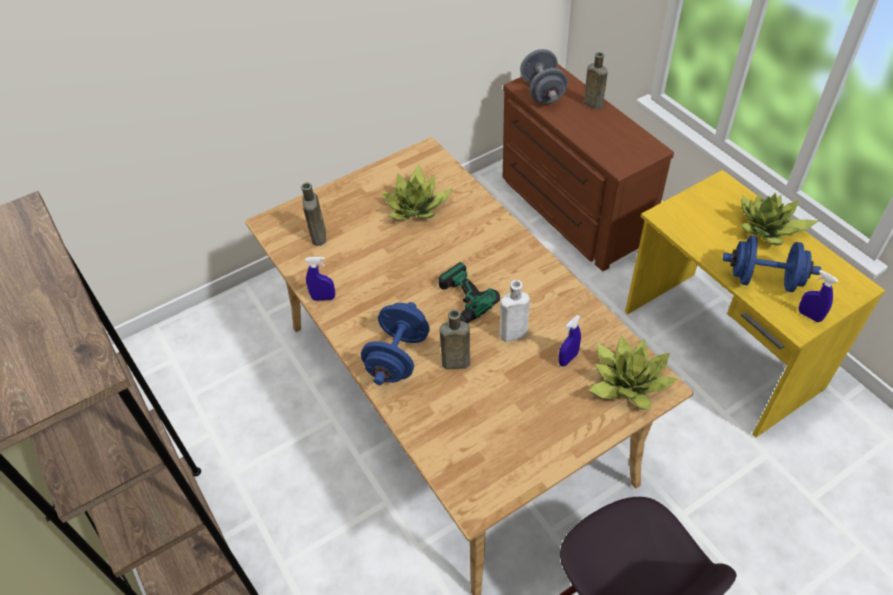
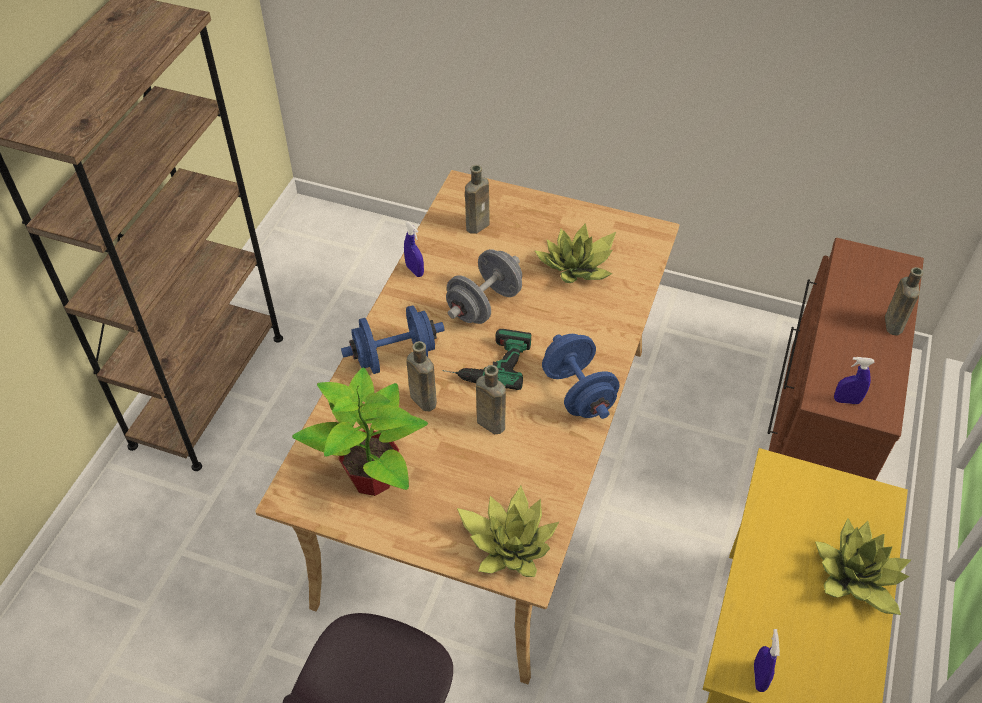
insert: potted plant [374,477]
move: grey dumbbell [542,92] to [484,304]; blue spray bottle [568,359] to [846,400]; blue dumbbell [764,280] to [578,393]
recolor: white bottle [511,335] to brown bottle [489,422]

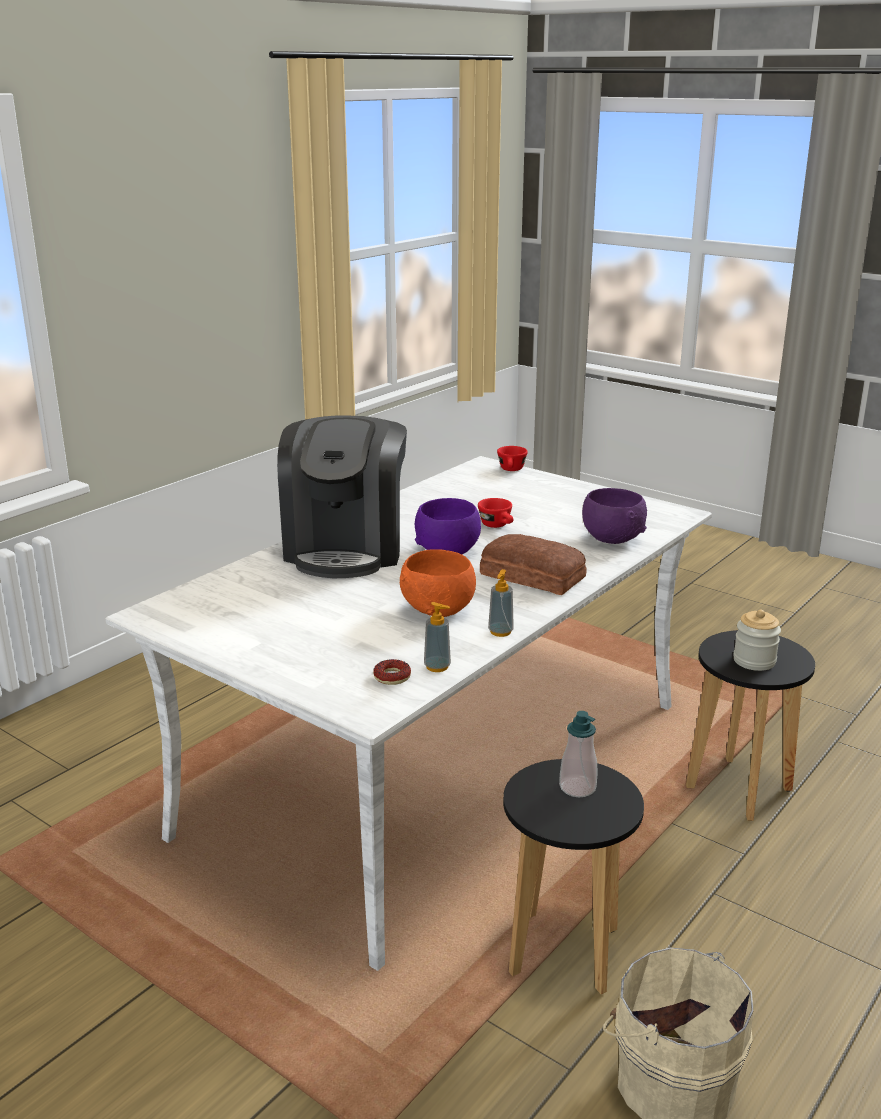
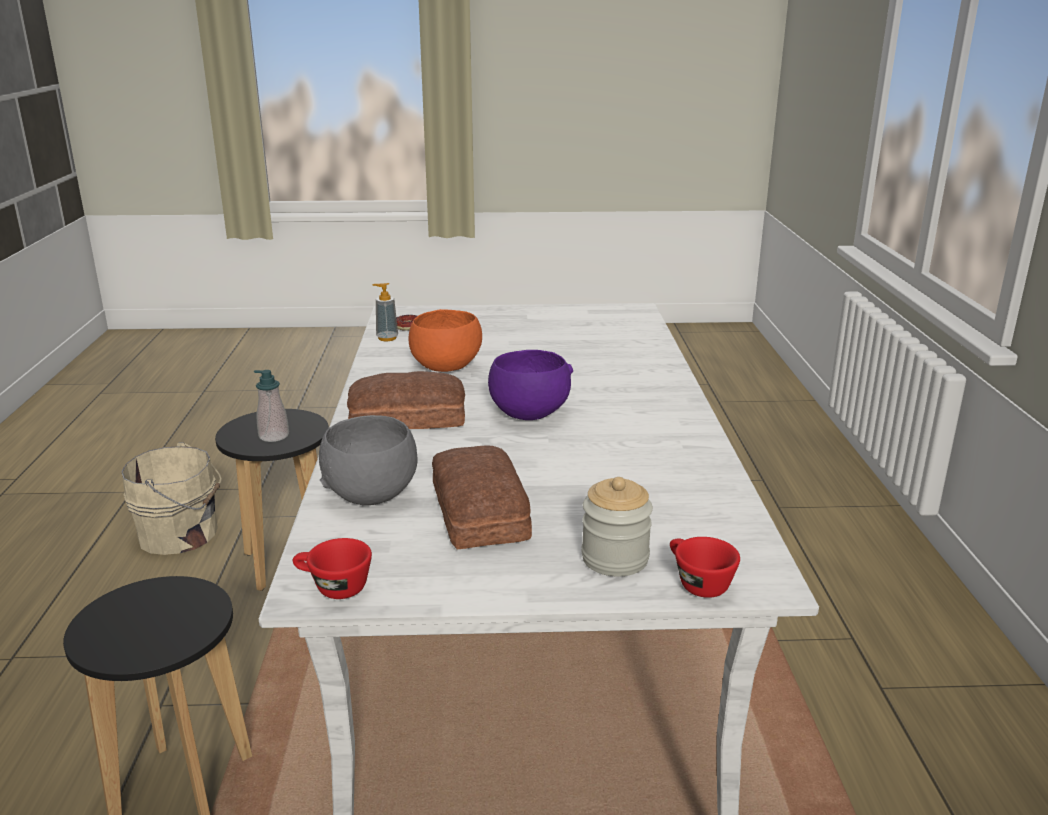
delete: coffee machine [346,549]; soap dispenser [500,632]
insert: bread [477,512]
move: red cup [498,526] to [333,588]; jar [754,661] to [615,558]
recolor: purple bowl [612,539] to grey bowl [372,495]

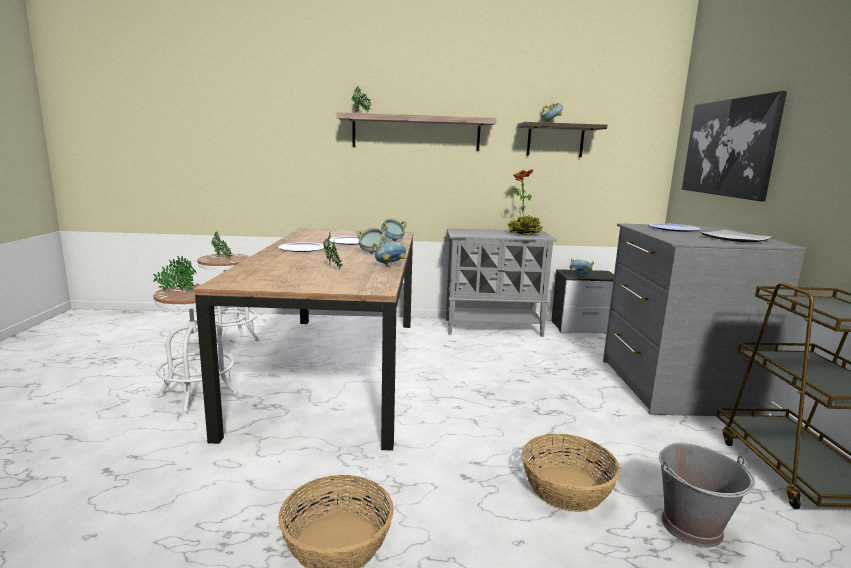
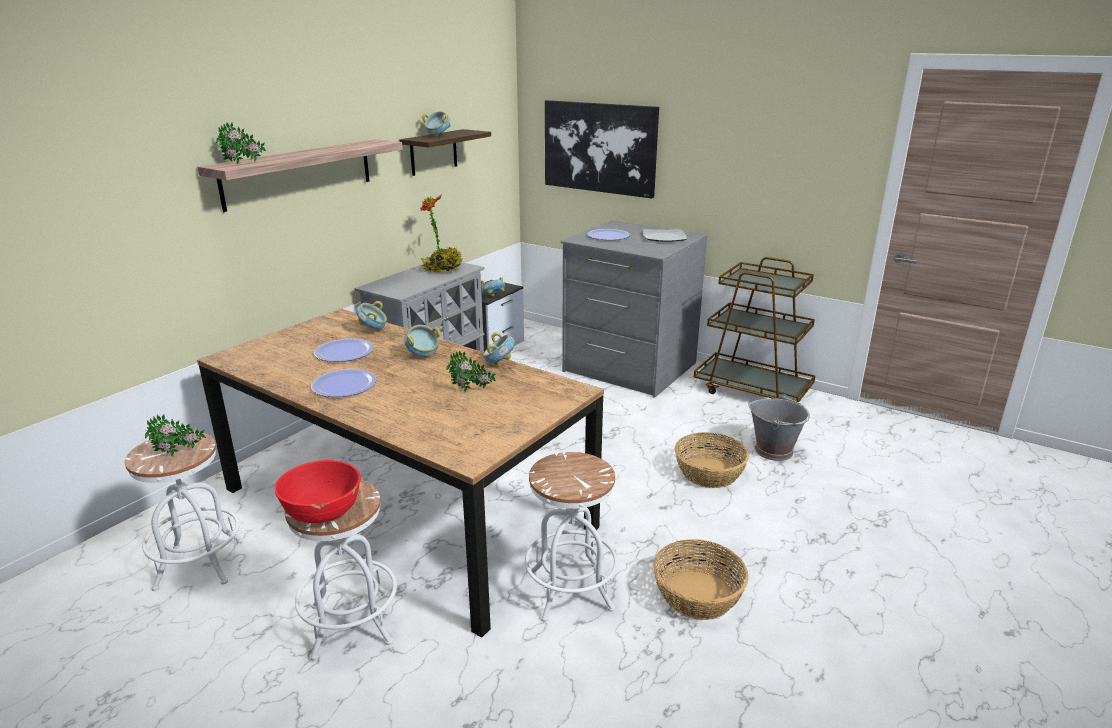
insert: white stool [570,591]
replace: potted plant [176,292] to red bowl [323,512]

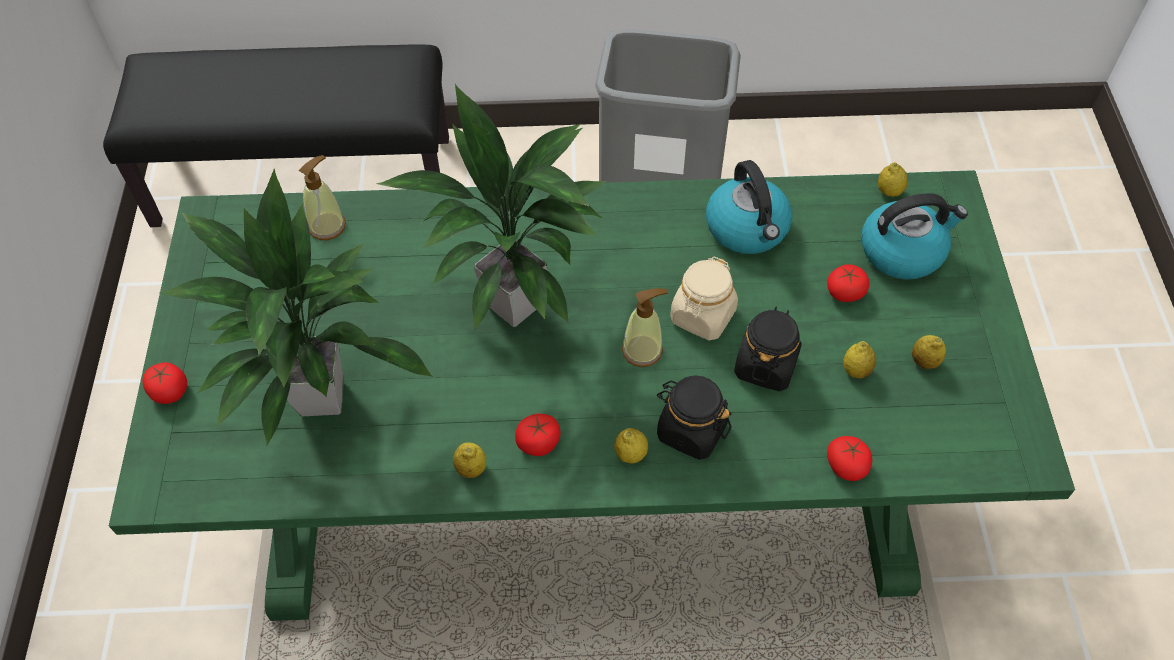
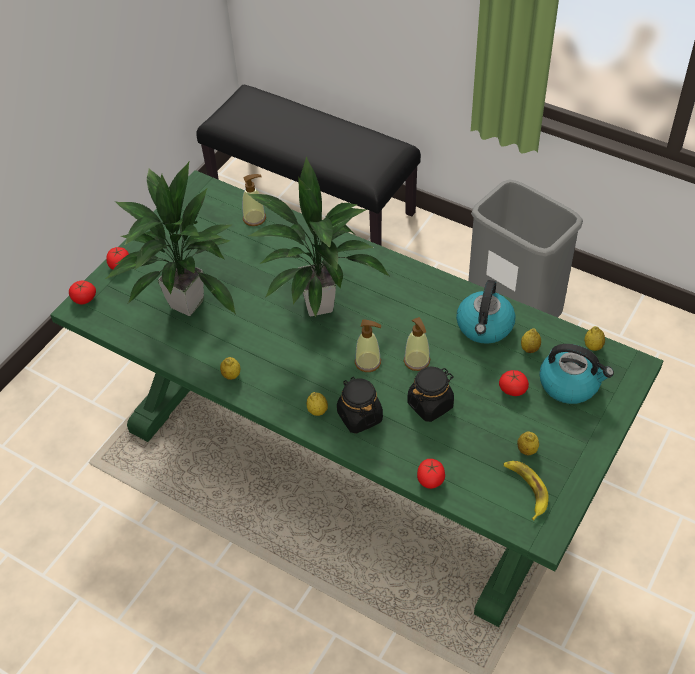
insert: banana [526,489]
move: tomato [538,442] to [84,298]; lemon [856,370] to [530,349]
replace: beige jar [702,316] to soap dispenser [417,361]

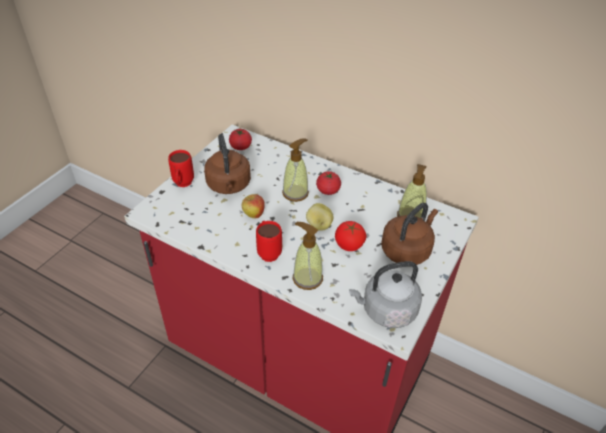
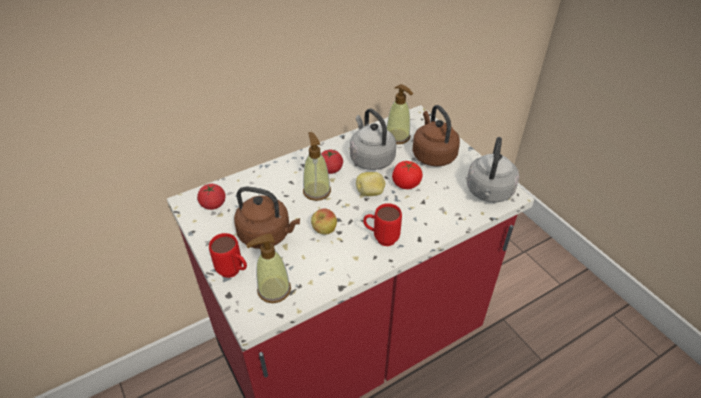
insert: grey kettle [370,158]
move: soap dispenser [307,278] to [273,290]

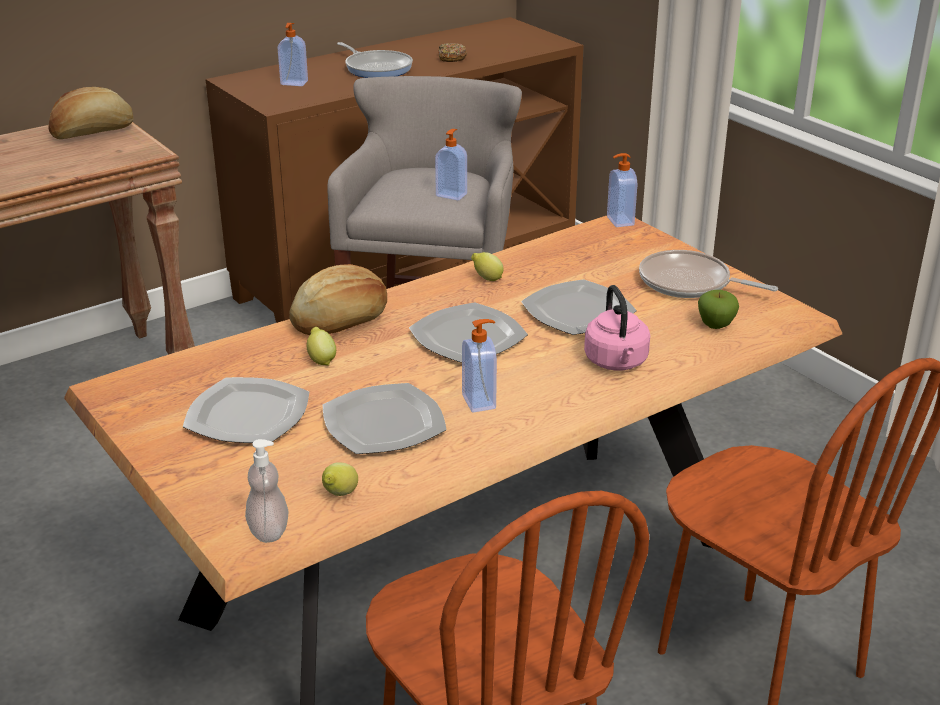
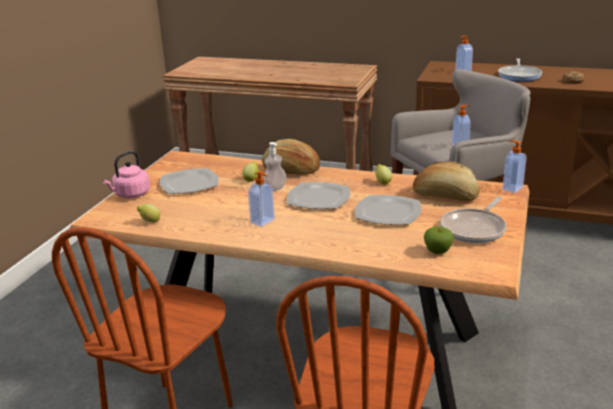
delete: plate [384,422]
move: bread [93,132] to [445,196]; soap dispenser [268,531] to [275,188]; pink kettle [617,362] to [130,194]
rotate: frying pan [689,283] = [474,229] 135 degrees counterclockwise

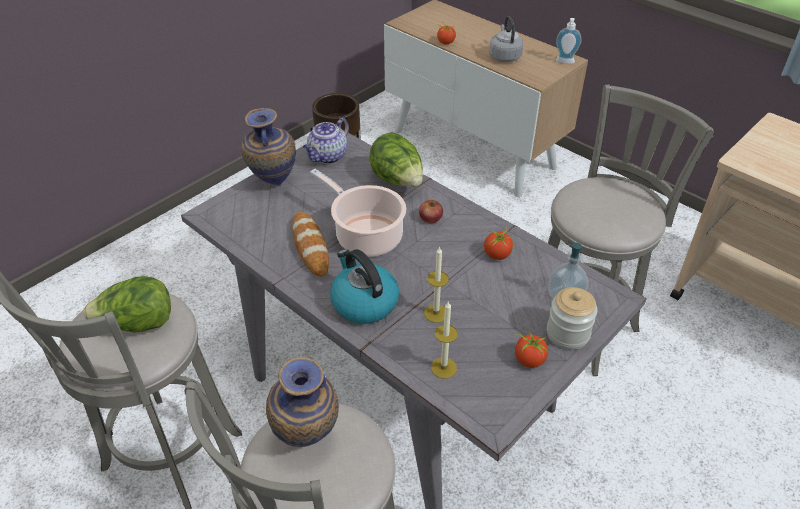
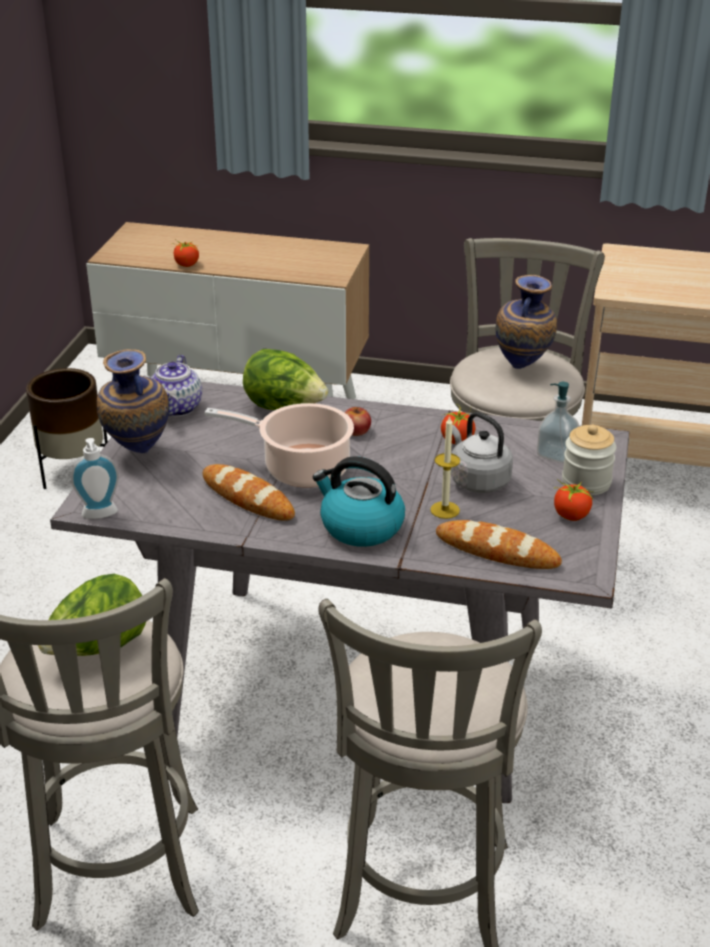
move: vase [307,440] to [523,369]; grey kettle [504,56] to [477,480]; soap dispenser [564,62] to [100,516]
replace: candle [443,368] to bread [497,551]

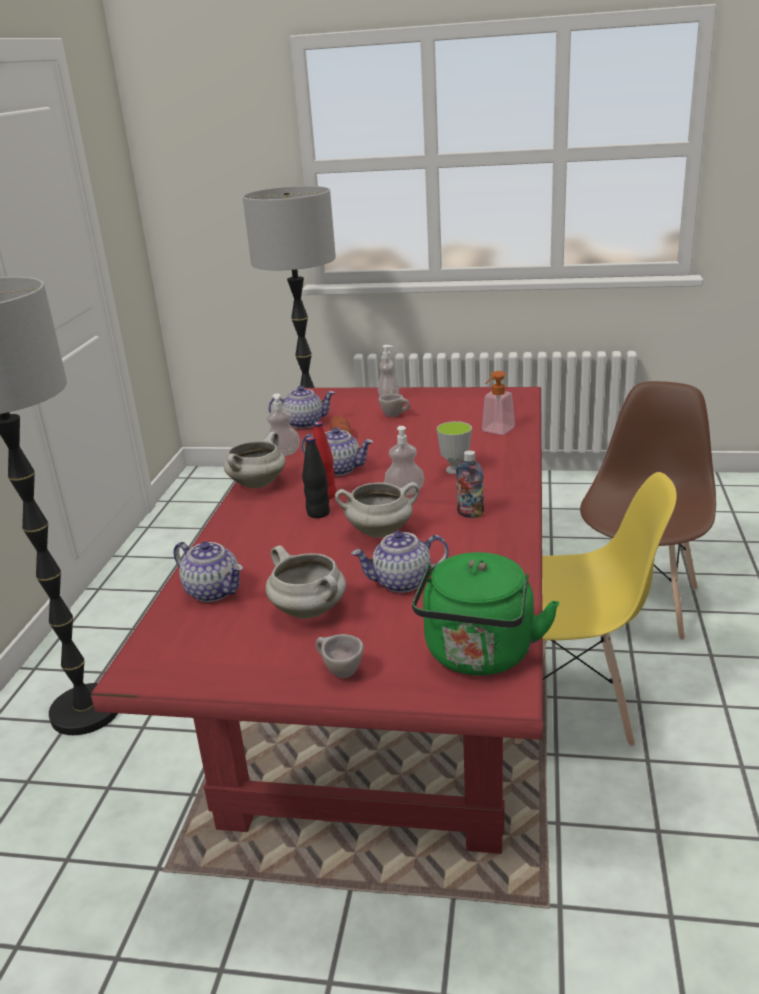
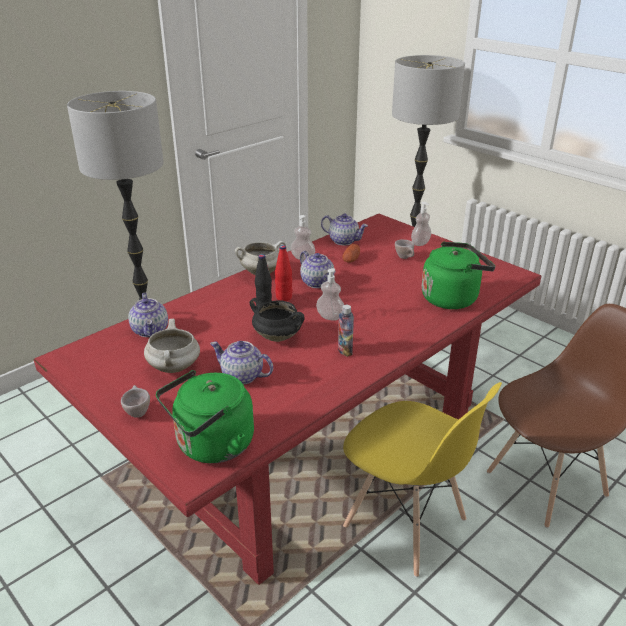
delete: cup [455,470]
replace: soap dispenser [495,431] to green kettle [452,298]
recolor: white cooking pot [380,531] to black cooking pot [278,337]

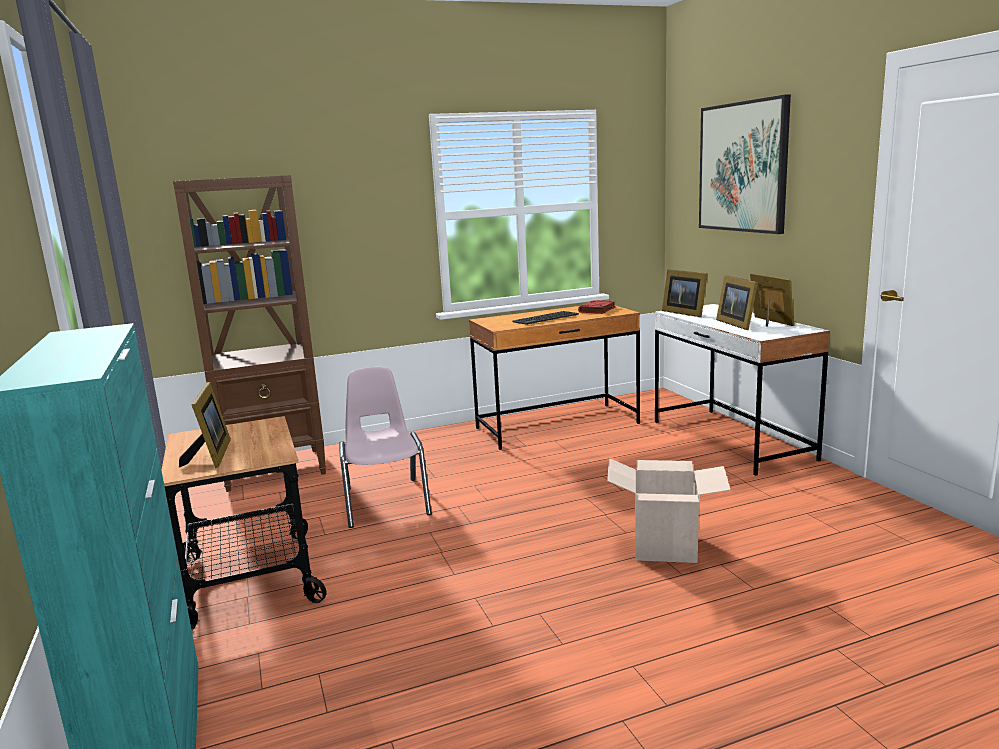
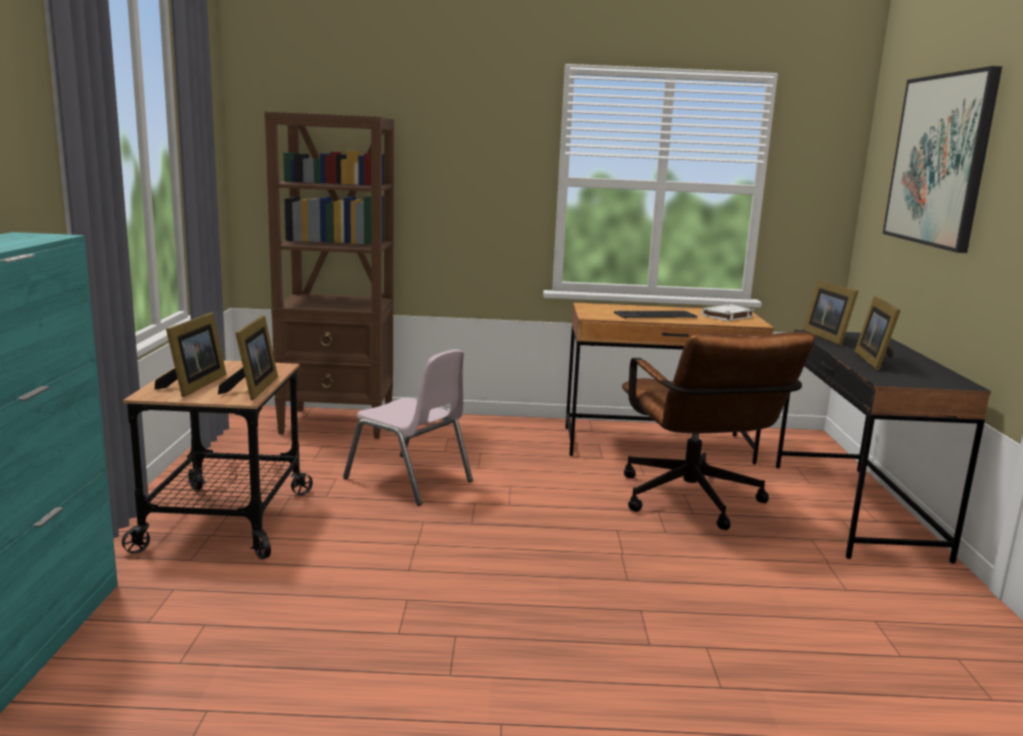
delete: cardboard box [665,547]
insert: brown office chair [694,504]
move: picture frame [769,322] to [253,388]
recolor: red book [597,310] to white book [727,316]; white desk [730,440] to black desk [854,509]
rotate: pink chair [386,502] = [409,480] 120 degrees clockwise

